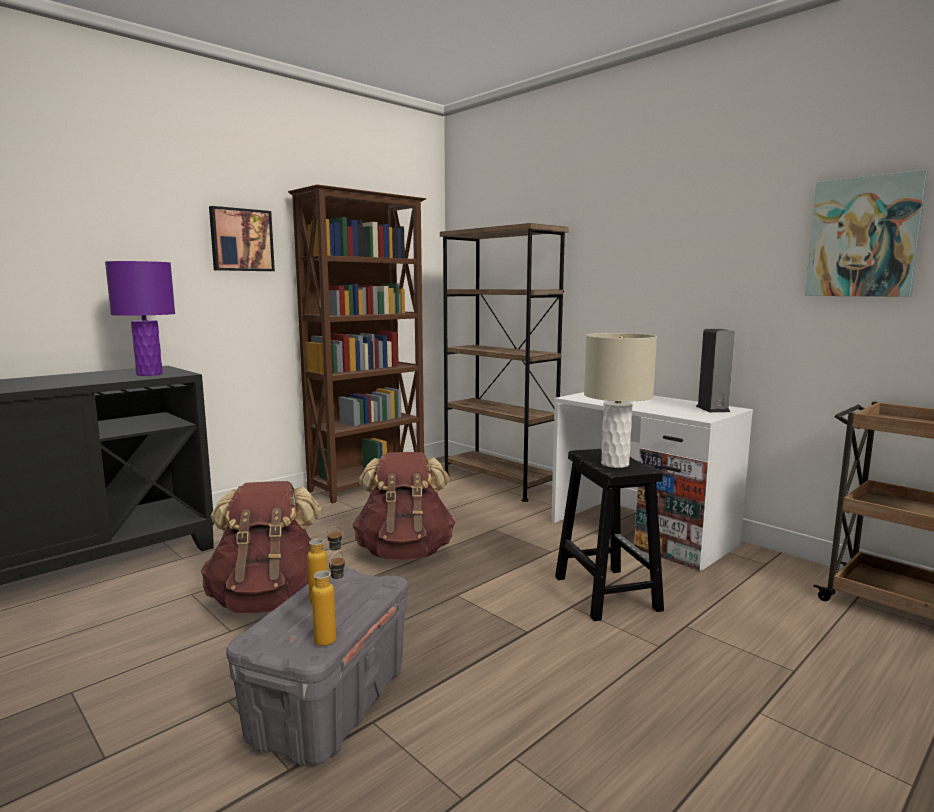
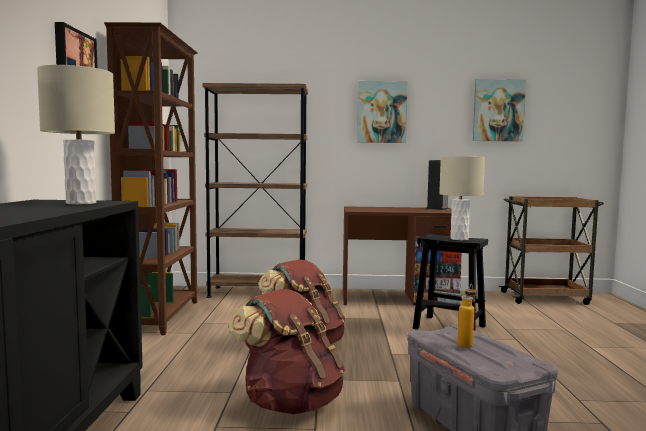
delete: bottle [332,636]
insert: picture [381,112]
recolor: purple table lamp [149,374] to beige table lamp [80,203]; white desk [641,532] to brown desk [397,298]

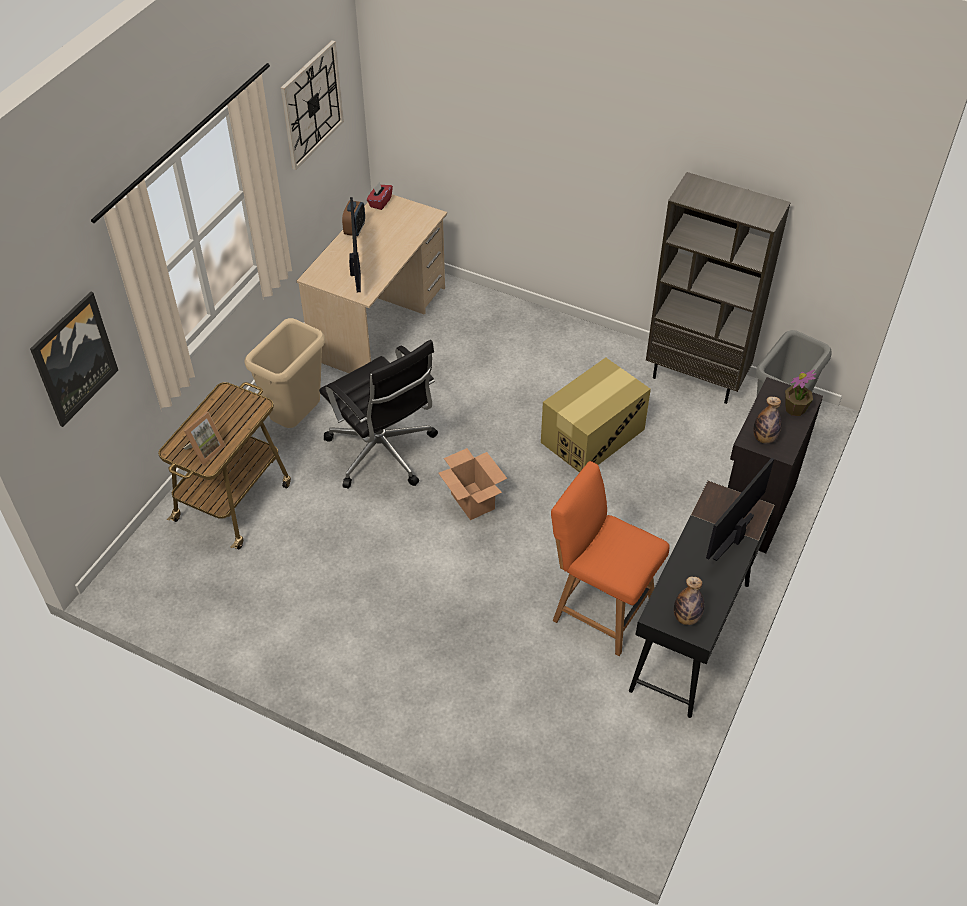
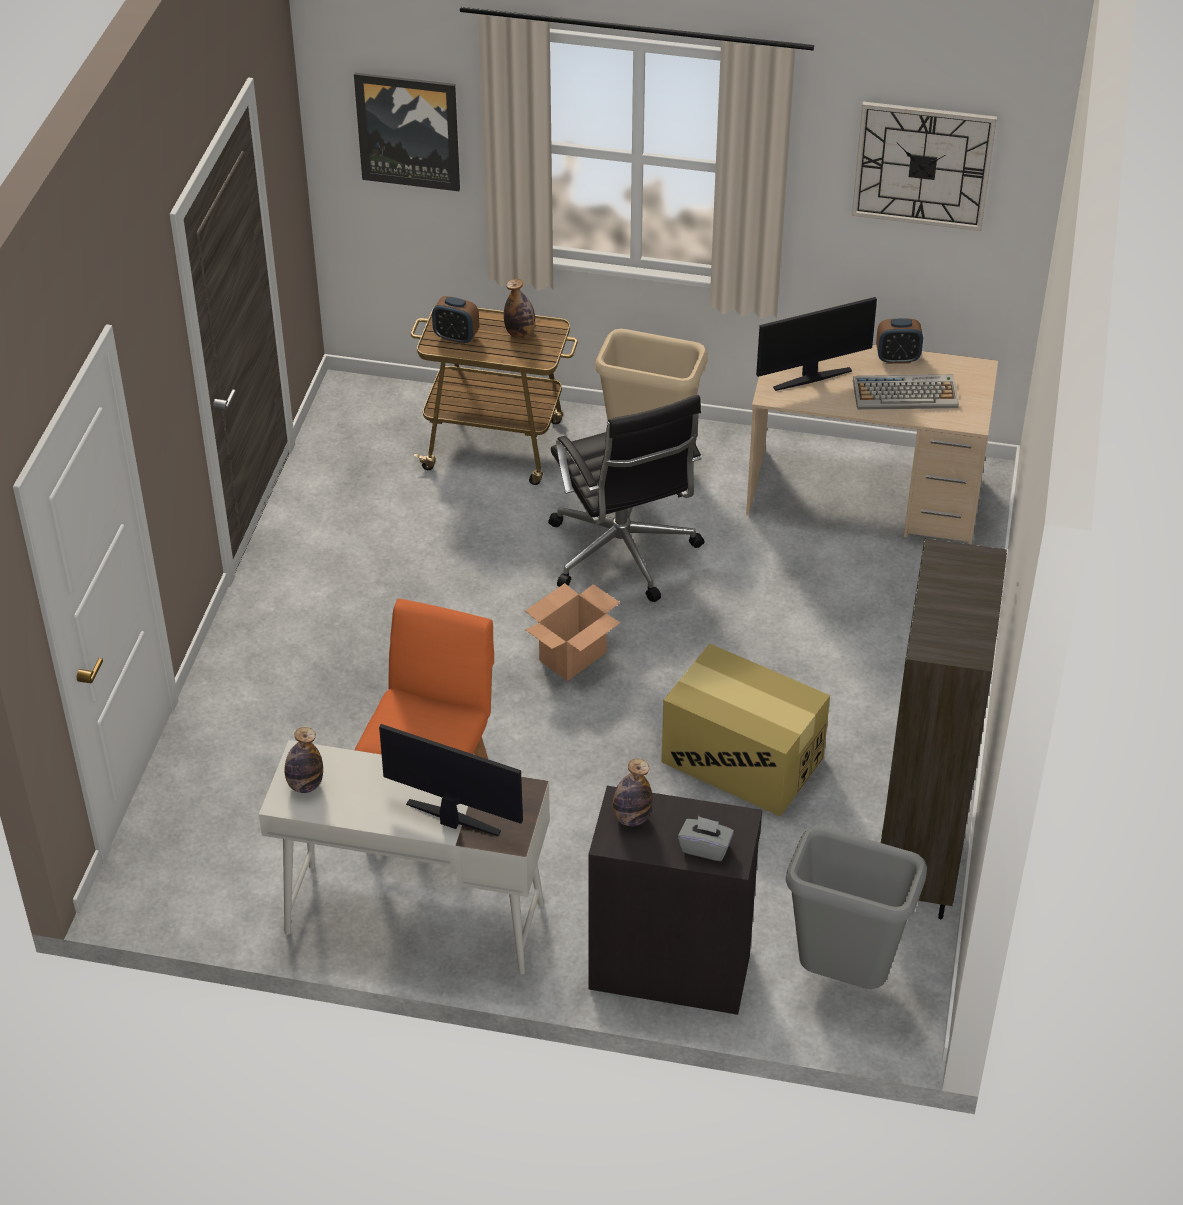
delete: red tissue box [380,202]
insert: bottle [520,333]; keyboard [906,394]
replace: picture frame [205,450] to alarm clock [456,337]; potted plant [795,409] to grey tissue box [705,848]
recolor: black desk [690,637] to white desk [413,918]
rotate: black office chair [383,453] = [623,555] 60 degrees counterclockwise

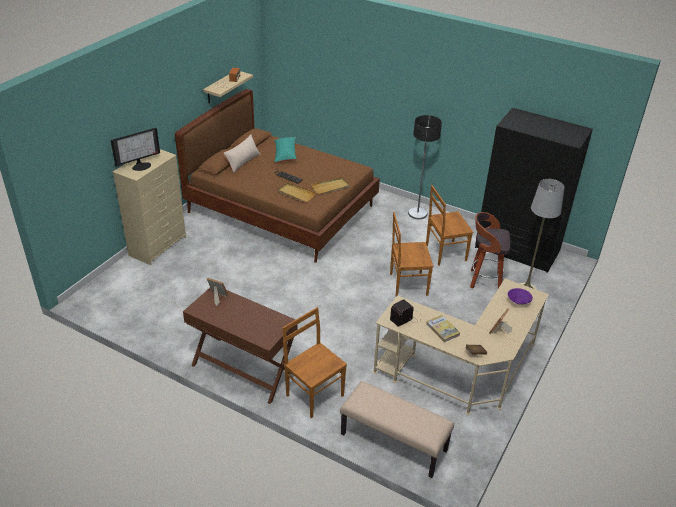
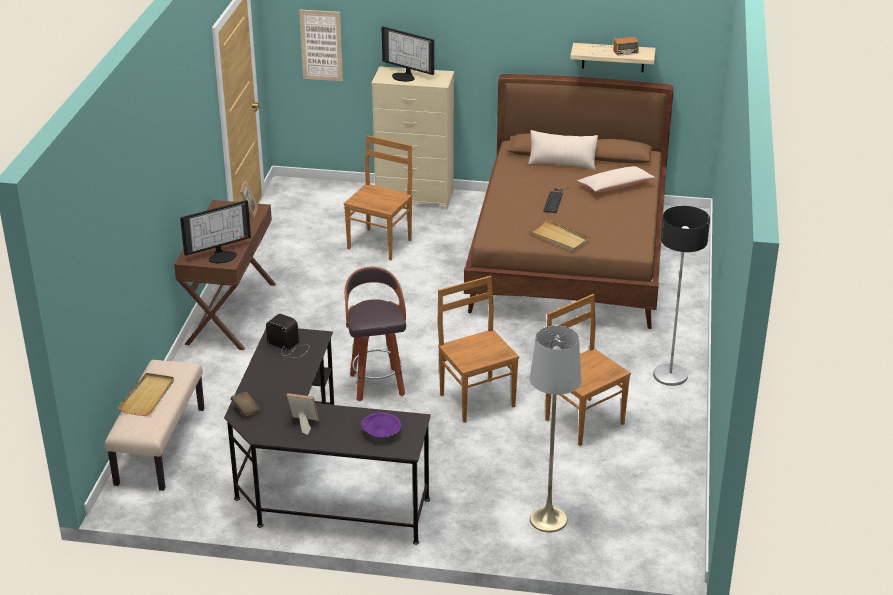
delete: book [442,329]; black wardrobe [517,249]
insert: monitor [222,256]; picture [321,45]
move: beige tray [296,193] to [148,396]; brown chair [314,394] to [380,243]; stool [484,280] to [376,384]
recolor: turquoise pillow [285,154] to beige pillow [615,186]; beige desk [463,372] to black desk [315,482]

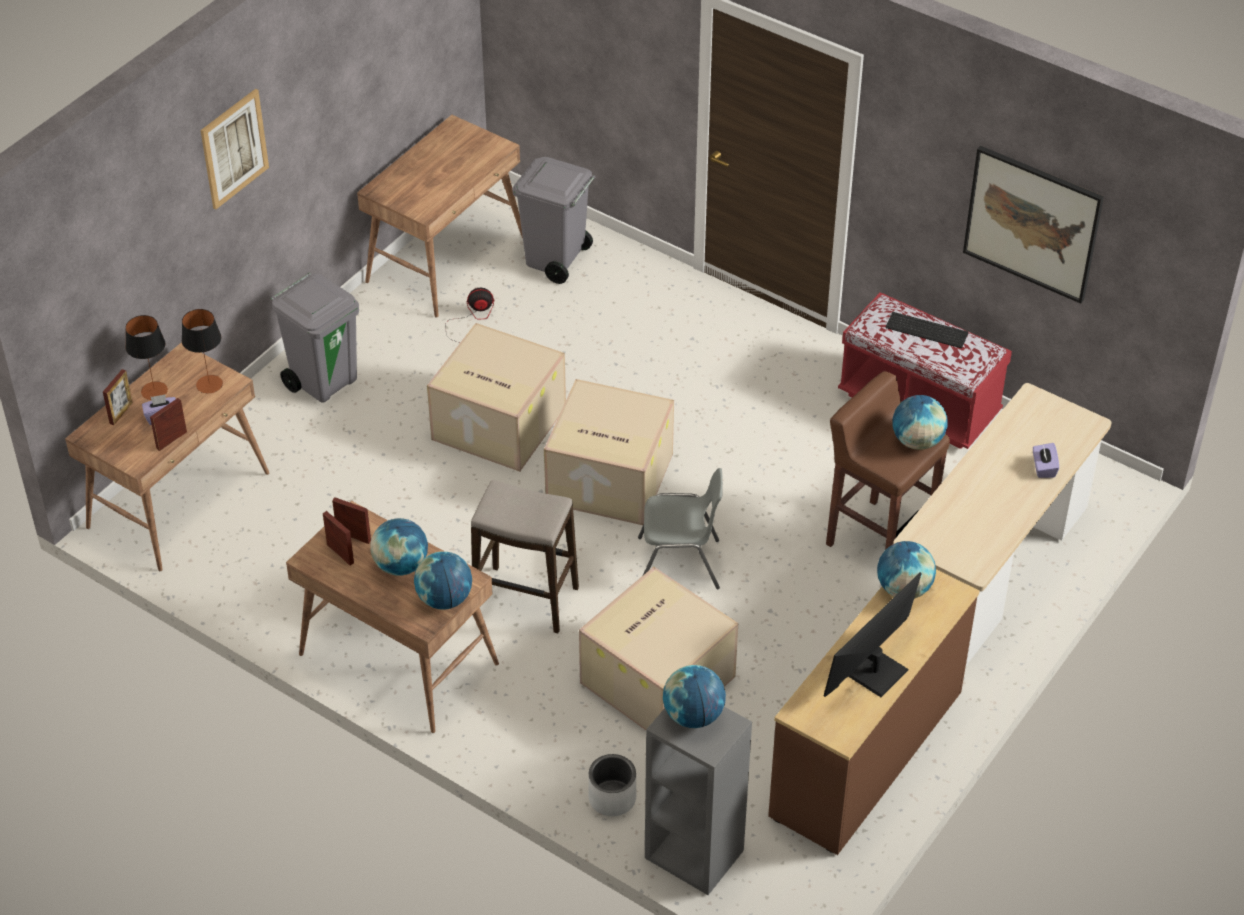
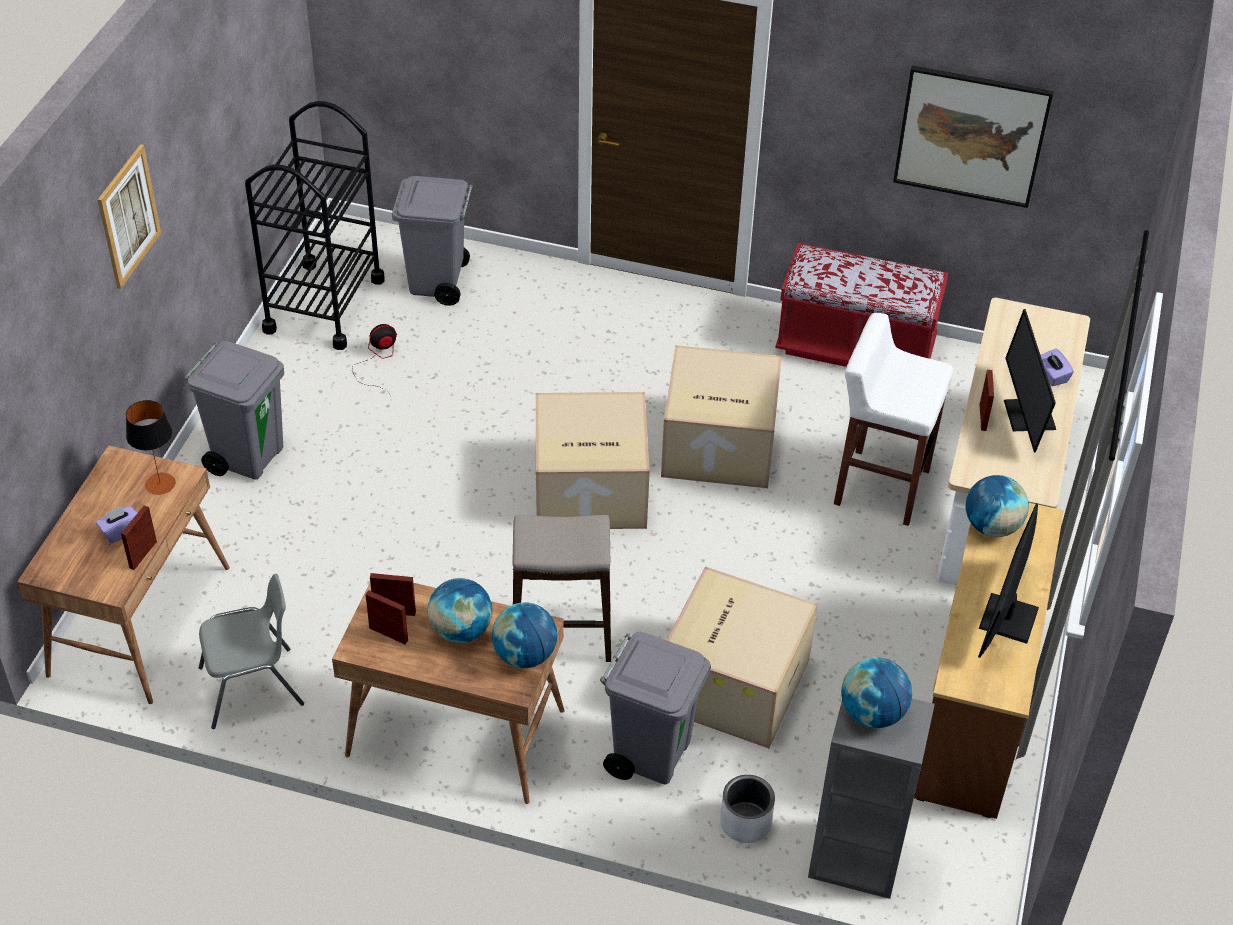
delete: table lamp [154,391]; keyboard [928,329]; globe [917,441]
insert: grey trash can [651,754]; monitor [1028,415]
move: picture frame [121,413] to [982,417]; cardboard box [496,424] to [717,445]; grey chair [680,564] to [253,687]
replace: brown desk [446,259] to black cart [324,305]
recolor: brown stool [878,538] to white stool [880,486]

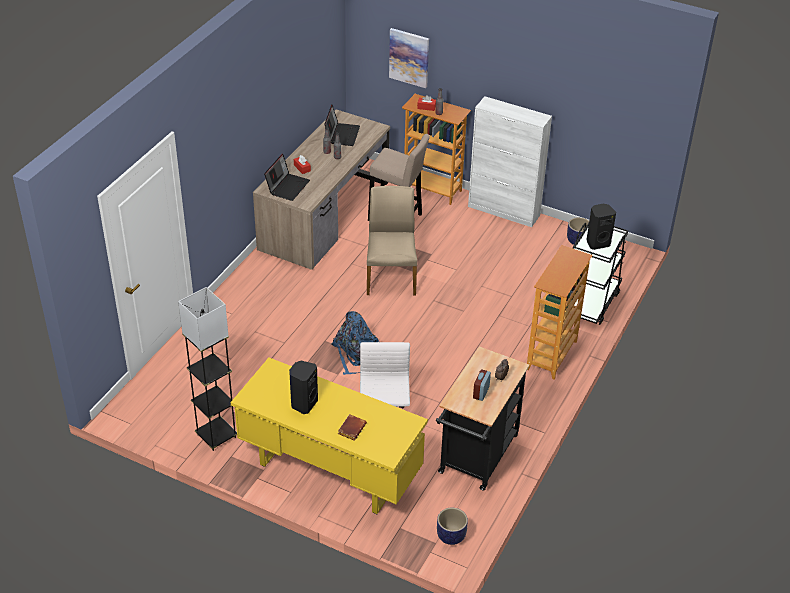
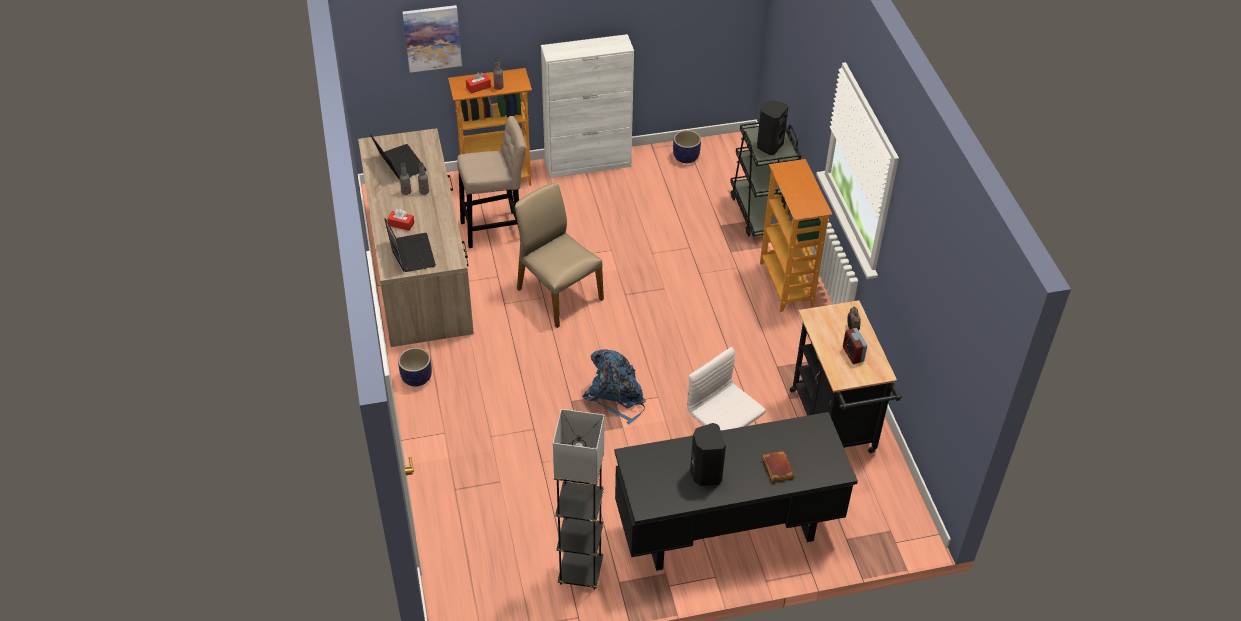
move: planter [451,536] to [416,378]
recolor: yellow desk [329,472] to black desk [726,531]

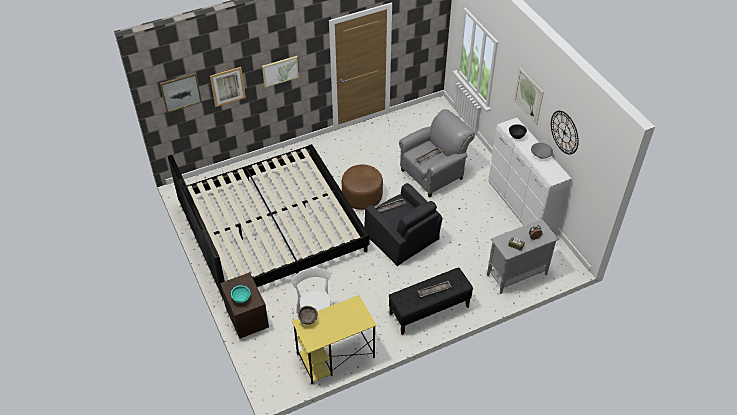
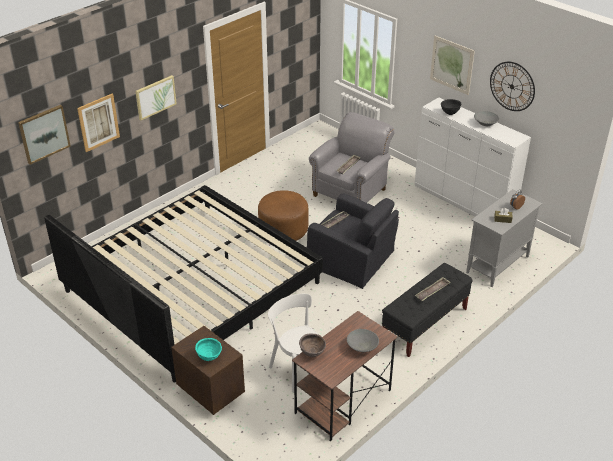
insert: grey bowl [362,346]
recolor: yellow desk [335,356] to brown desk [342,402]

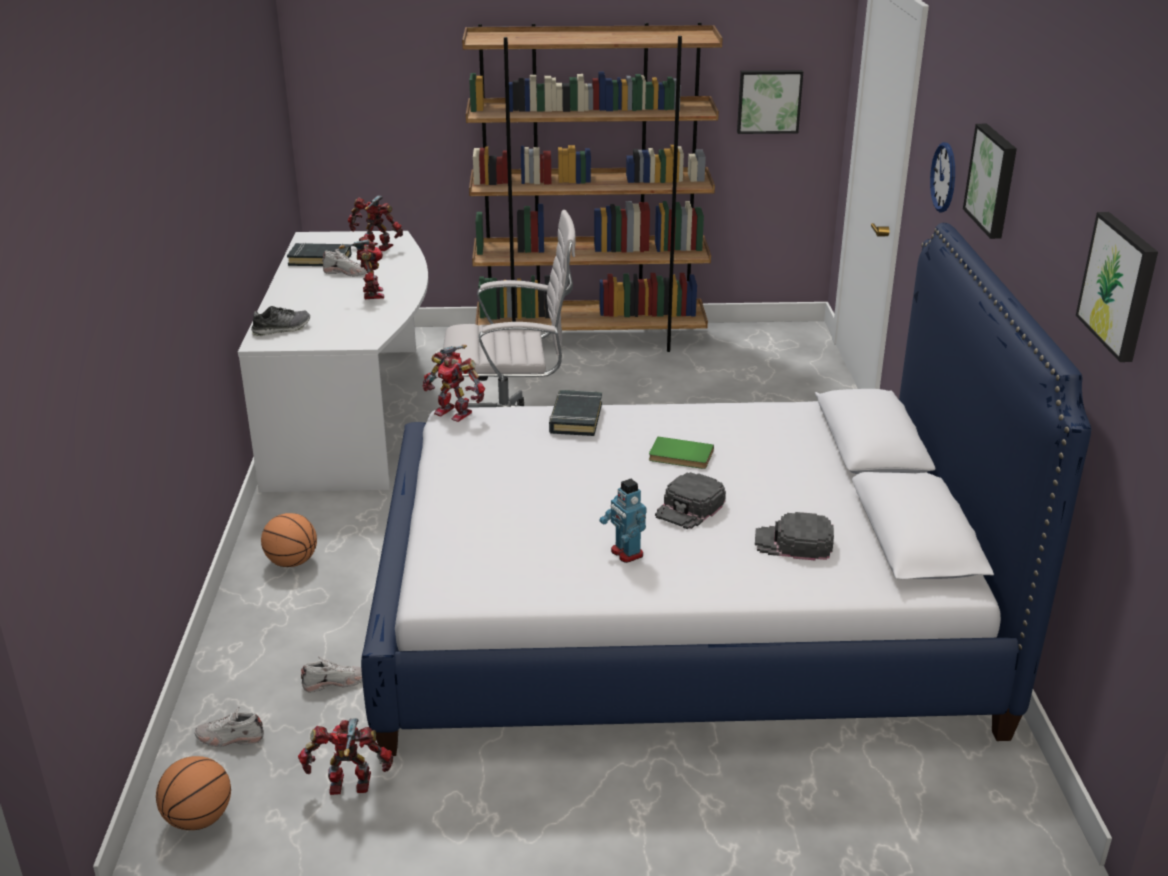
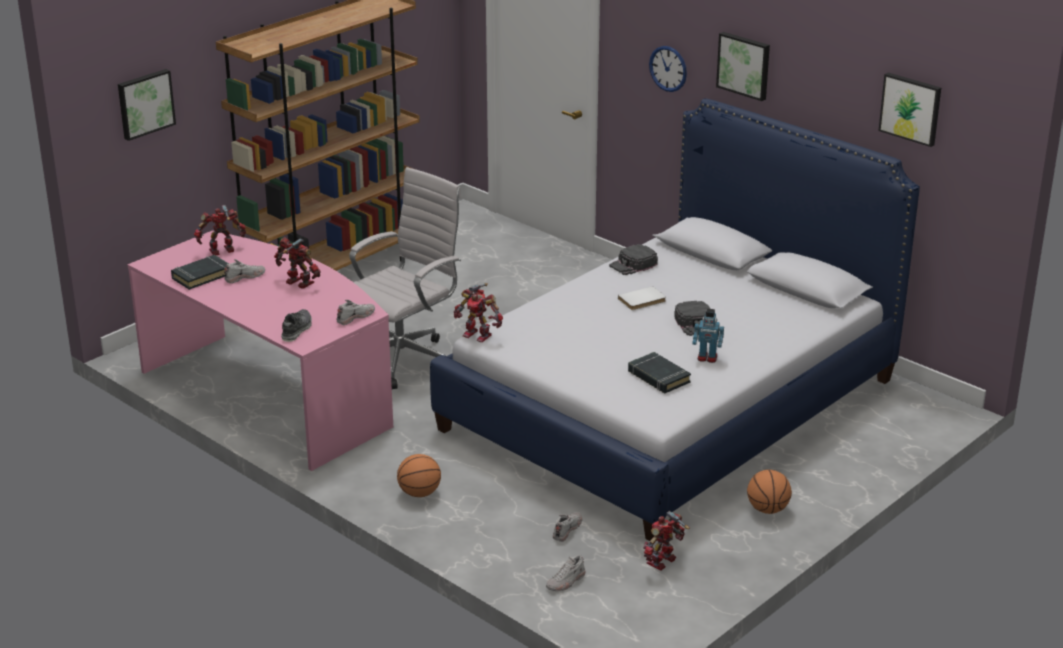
insert: white shoe [355,317]
move: basketball [199,819] to [767,509]; black book [575,418] to [658,377]; picture [769,101] to [145,103]; black cap [793,543] to [633,265]
recolor: white desk [355,413] to pink desk [270,395]; green book [680,456] to white book [643,301]
rotate: toy robot [454,412] = [478,334] 45 degrees clockwise

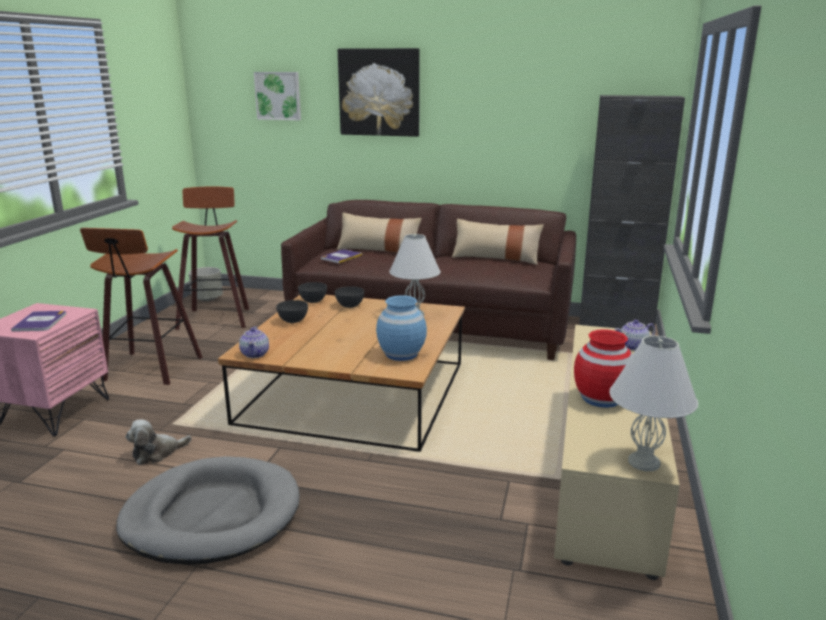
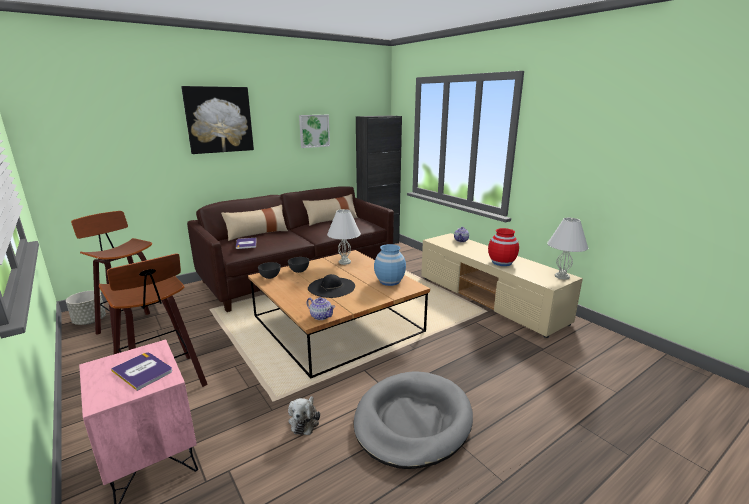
delete: grey bowl [293,321]
insert: black hat [331,287]
move: picture [278,96] to [314,131]

